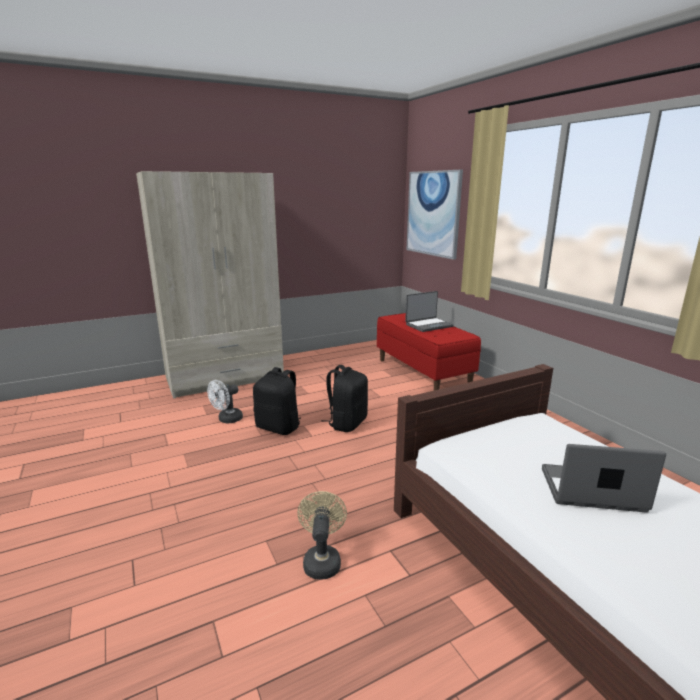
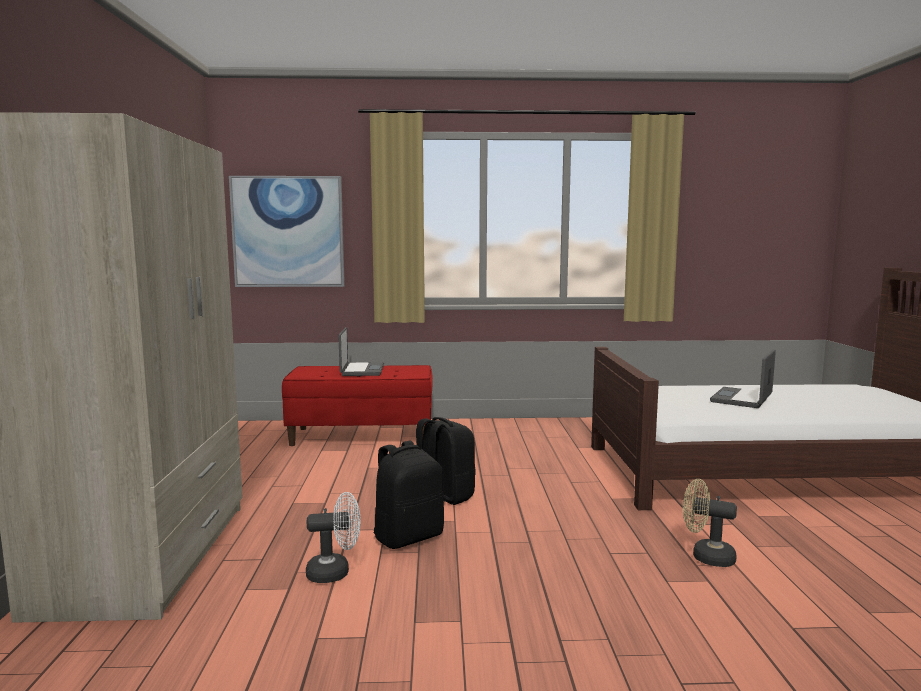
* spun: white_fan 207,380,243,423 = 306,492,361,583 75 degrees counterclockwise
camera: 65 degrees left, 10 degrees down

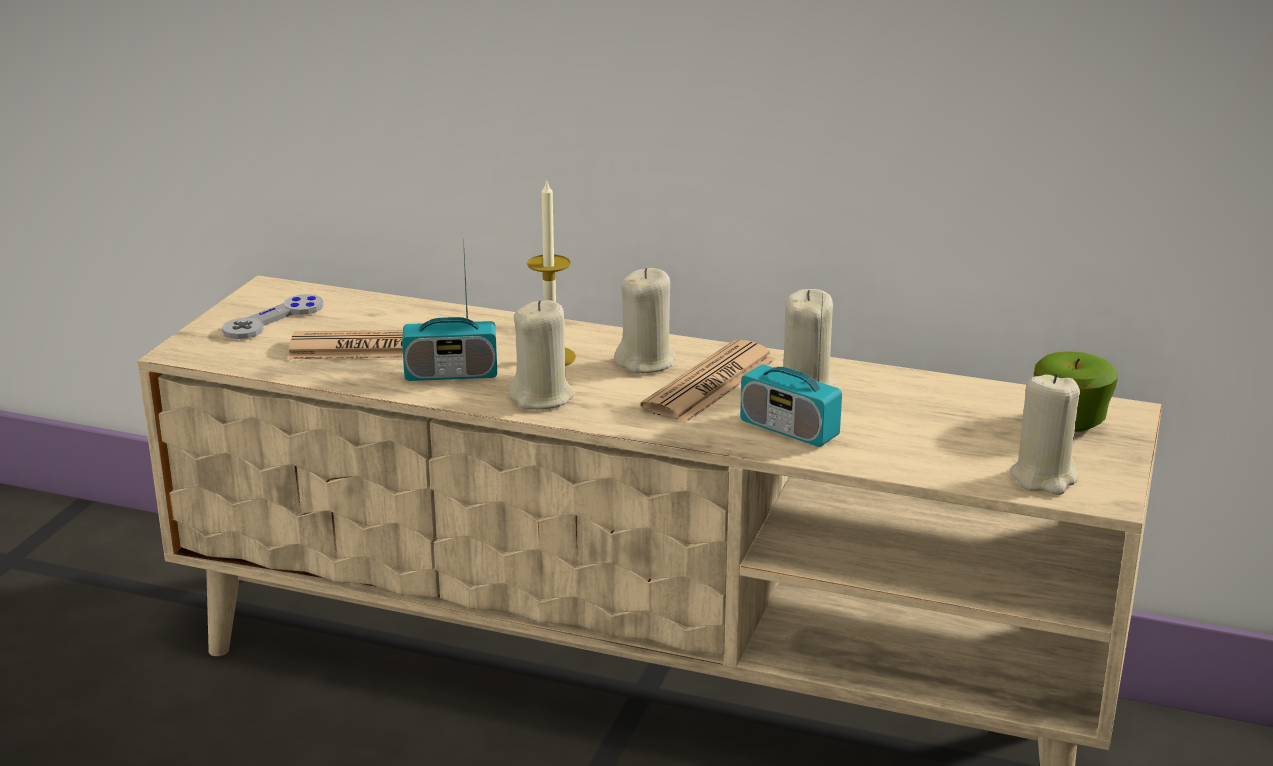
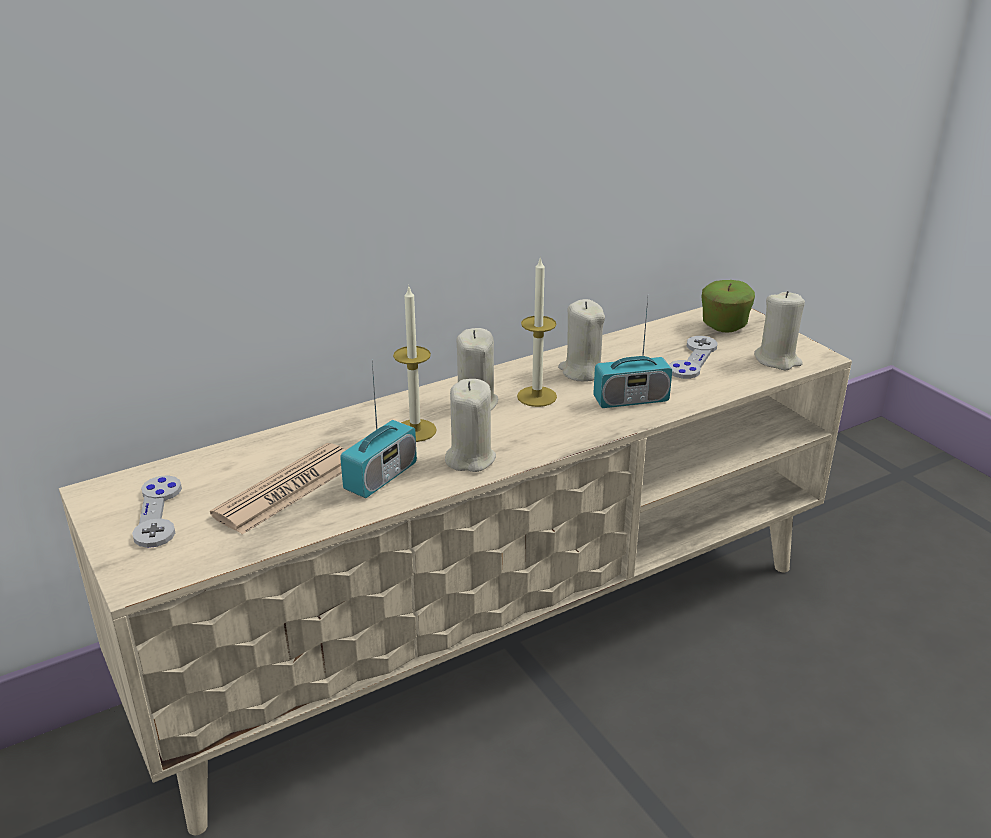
* appeared: grey_game_controller 669,336,718,379
* exchanged: newspaper 640,340,776,423 to candle 517,256,557,407
camera: 50 degrees left, 5 degrees up

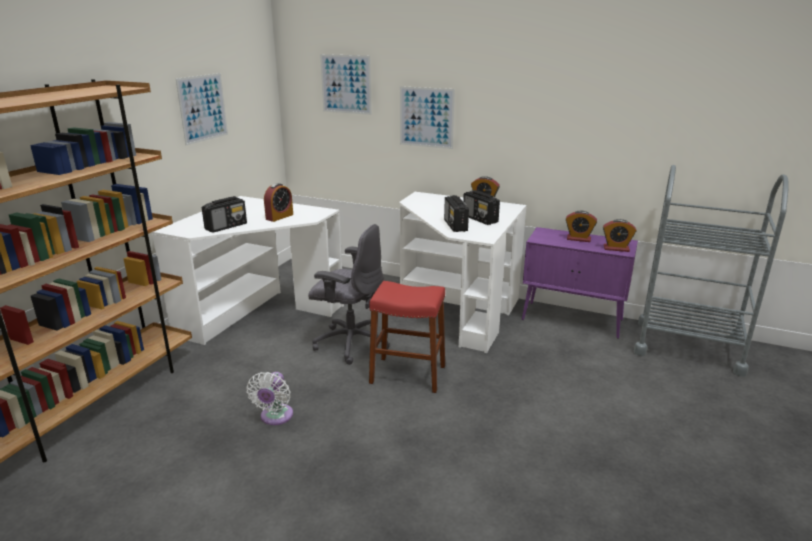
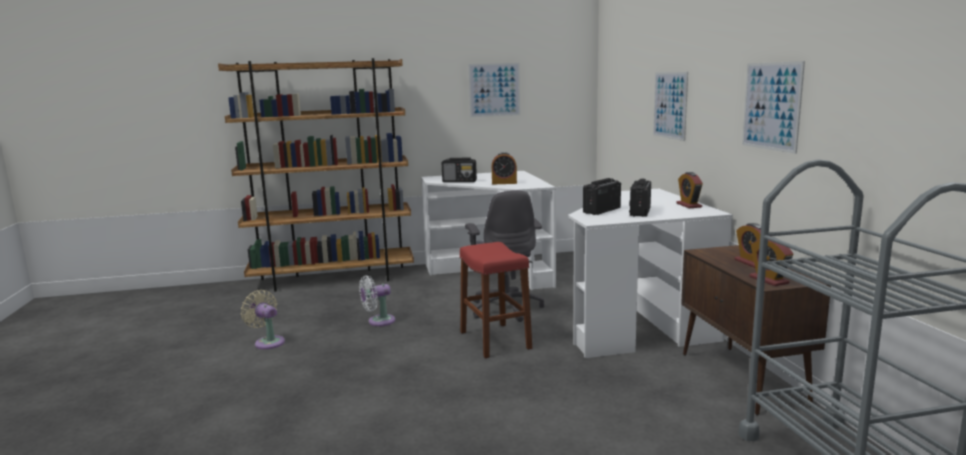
* appeared: beige_fan 241,290,285,349
* relocated: picture 320,54,372,115 to 742,61,805,154
* colour: purple_cabinet 522,227,638,339 to brown_cabinet 681,245,831,415
camera: 55 degrees right, 10 degrees down

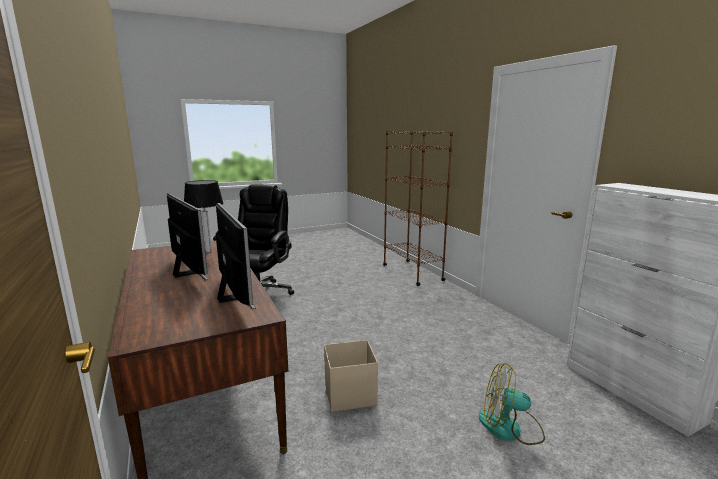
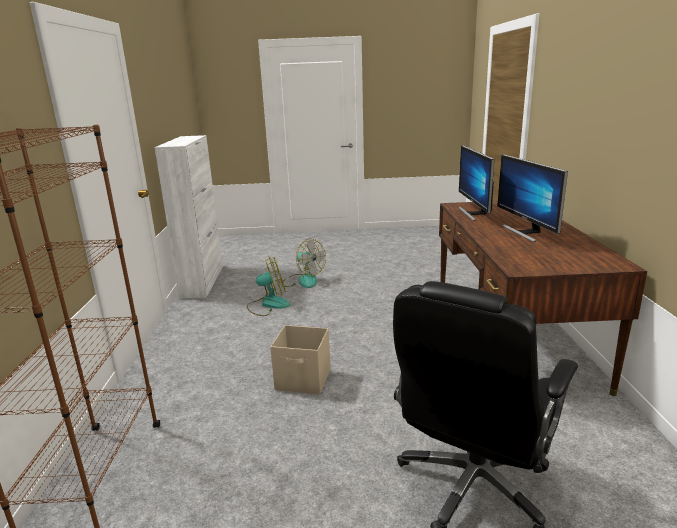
* missing: table_lamp 184,180,224,253
* appeared: fan 247,256,290,316
* relocated: beige_storage_box 324,340,378,412 to 270,325,331,395
camera: 155 degrees left, 5 degrees up

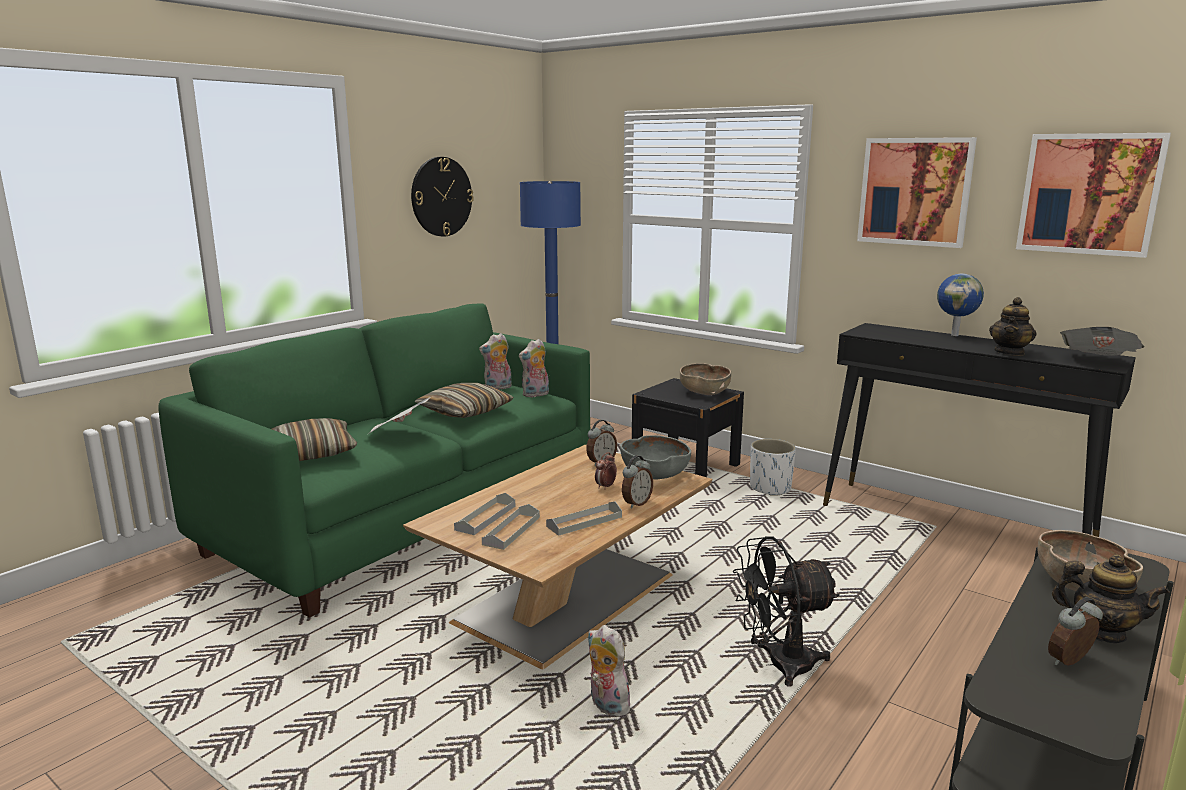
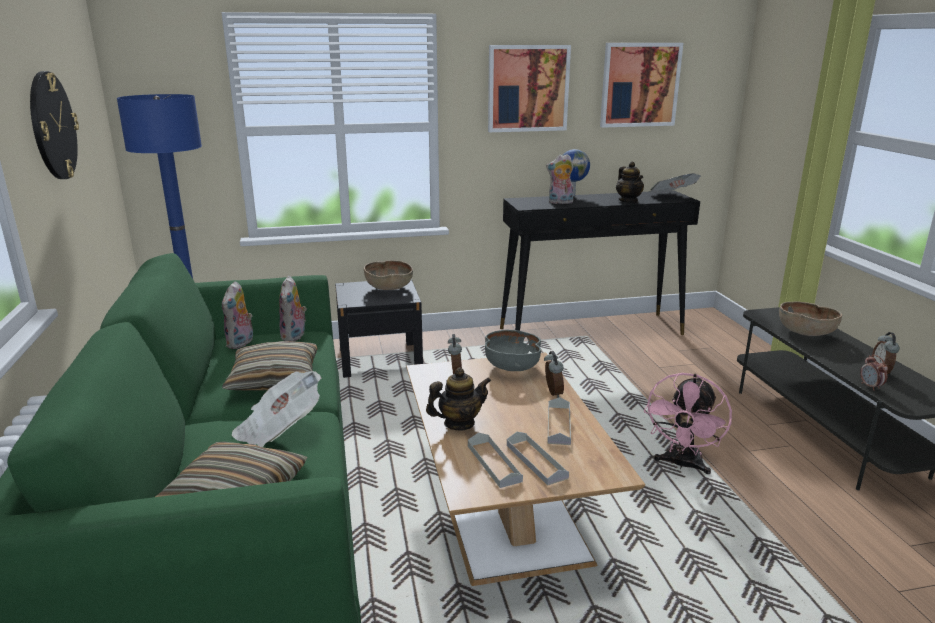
* missing: white_planter 750,439,796,496
* relocated: plush_toy 588,625,634,716 to 546,154,574,204
* relocated: alarm_clock 595,452,617,489 to 860,355,888,391
* relocated: teapot 1052,554,1170,643 to 426,367,491,431
* colour: black_fan 733,536,839,687 to pink_fan 644,373,732,474
camera: 50 degrees left, 5 degrees up

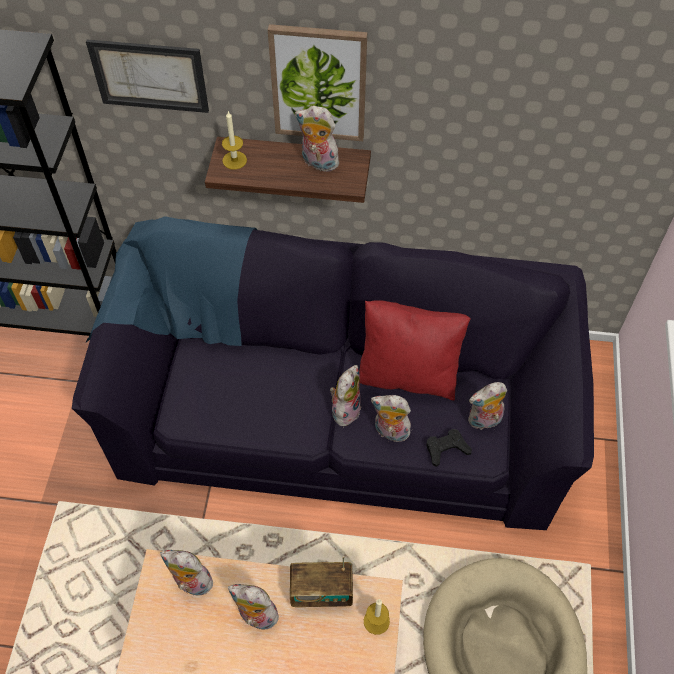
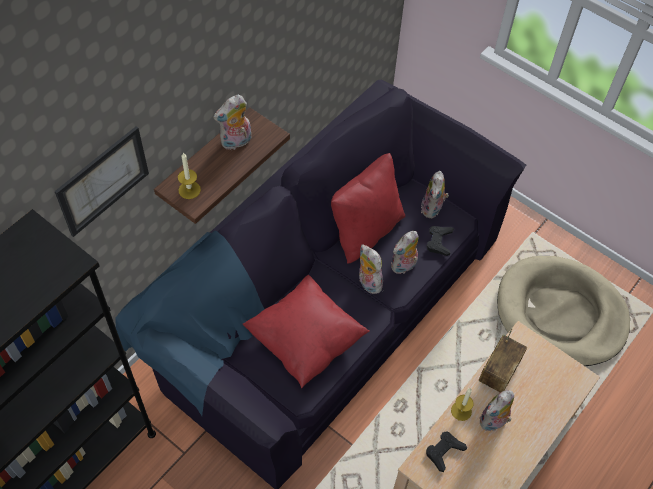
* missing: picture 268,24,367,141
* appeared: red_pillow 243,275,370,388
* relocated: candle 364,599,390,635 to 451,388,473,421
* exchanged: plush_toy 160,550,213,595 to black_game_controller 426,432,467,472
camera: 60 degrees left, 0 degrees up

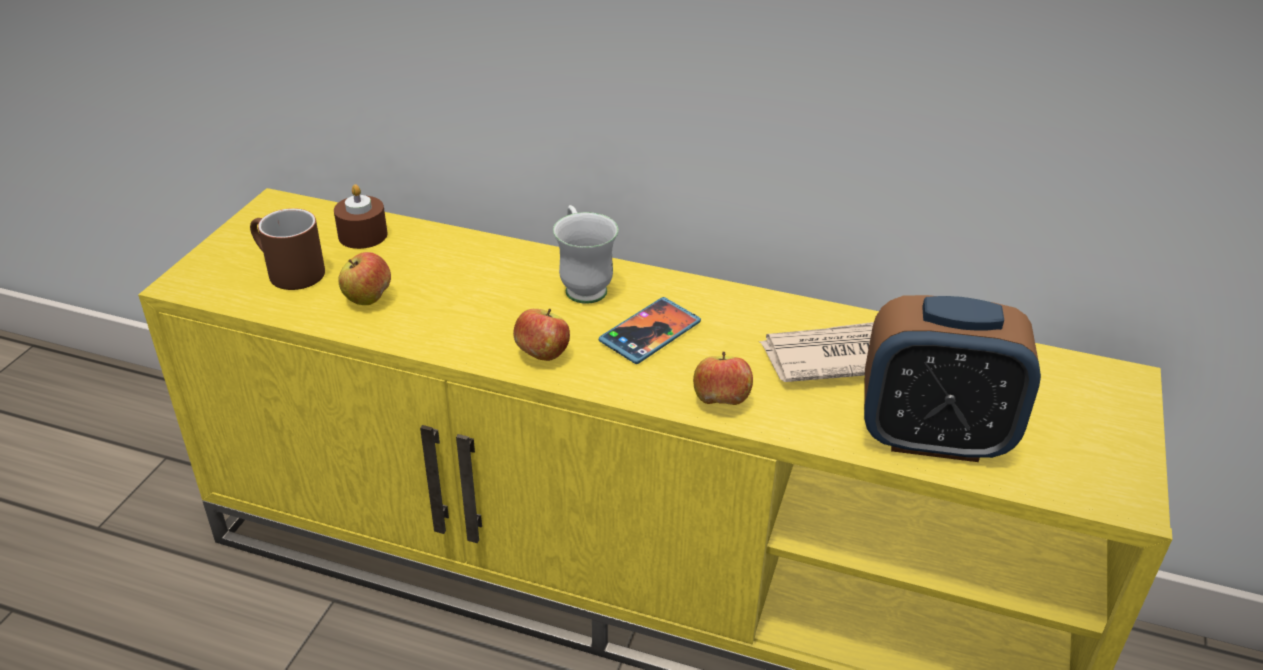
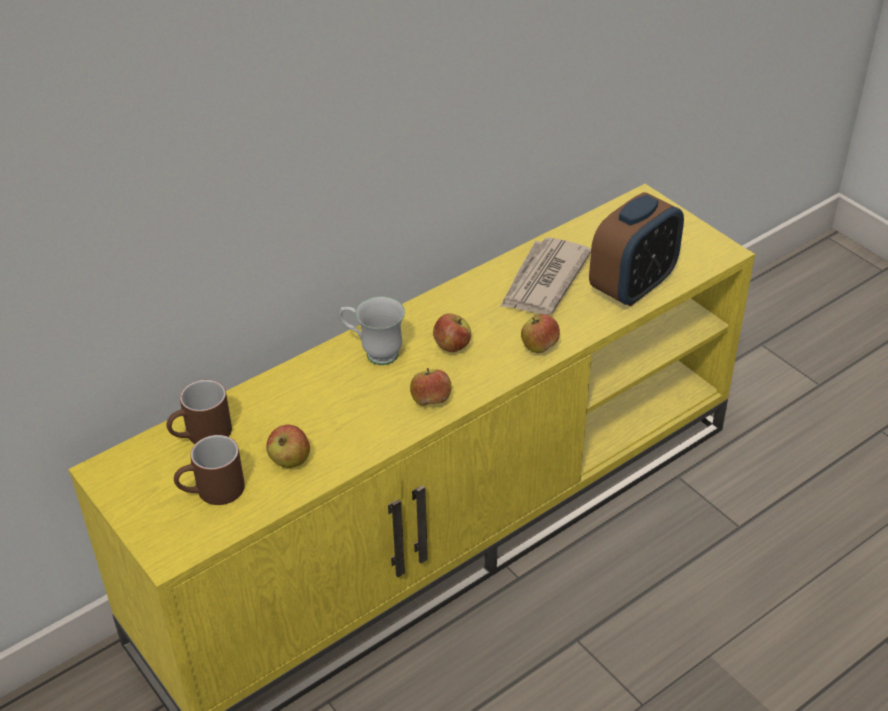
* exchanged: brown_candle 334,184,387,249 to brown_mug 166,380,232,444
* exchanged: phone 599,297,701,364 to apple 433,313,471,352
camera: 55 degrees left, 5 degrees up

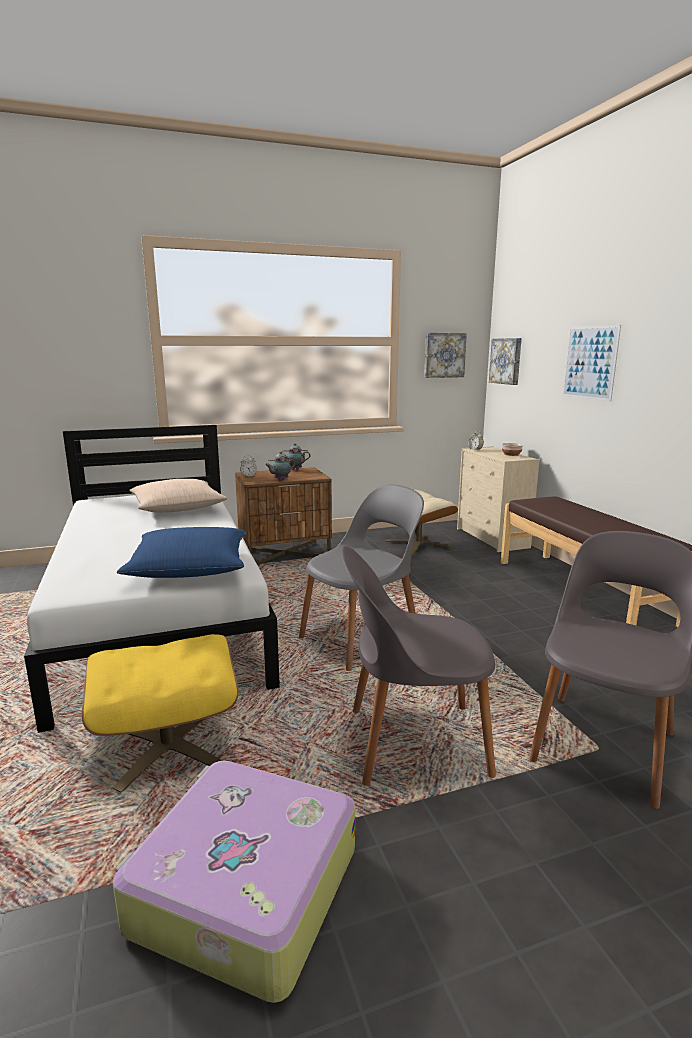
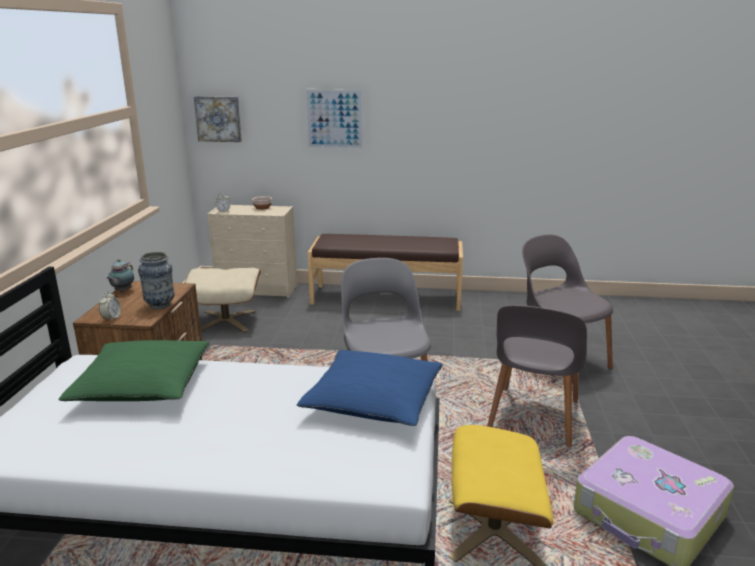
* missing: picture 424,333,467,378
* exchanged: teapot 265,451,296,480 to vase 138,252,175,309
* colour: beige_pillow 129,479,228,513 to green_pillow 59,340,209,401
camera: 65 degrees left, 5 degrees up

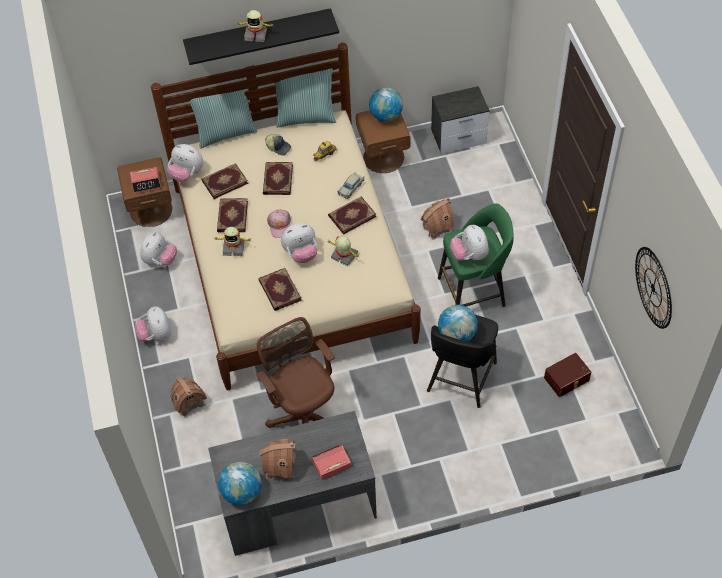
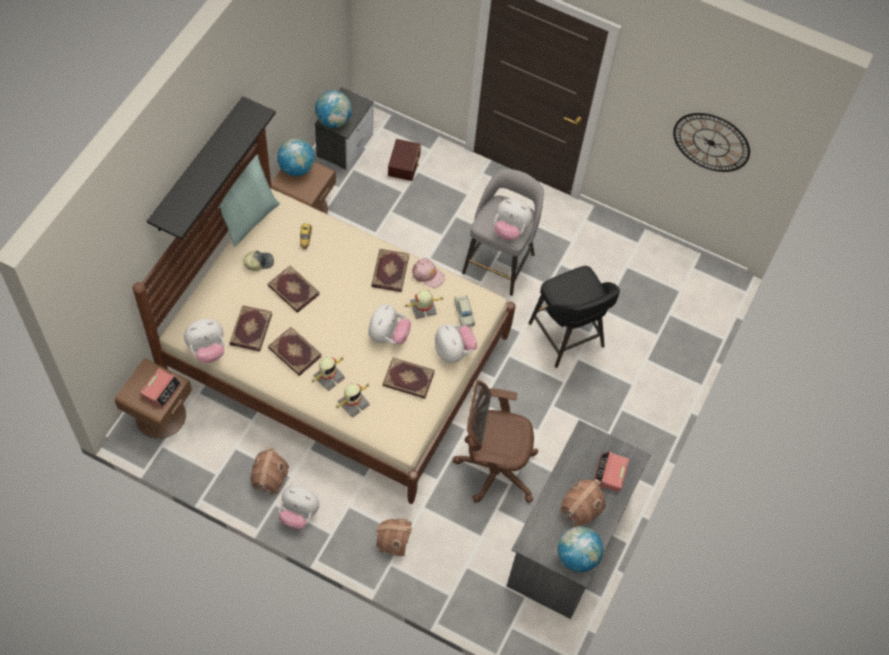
* missing: pillow 189,79,258,149
* relocated: plush_toy 140,232,177,266 to 435,324,477,363
* relocated: toy_robot 236,10,273,42 to 334,383,370,418
* relocated: pink_cap 267,209,291,238 to 412,258,445,288
* relocated: beige_toy_car 337,172,364,199 to 454,295,475,327
* relocated: toy_house 421,197,454,240 to 251,447,289,496
* relocated: globe 438,305,478,342 to 315,90,352,128
* relocated: brown_storage_box 544,353,591,397 to 388,139,421,181
* colour: green_stool 438,204,514,307 to grey_stool 462,169,544,296
camera: 55 degrees left, 5 degrees up

